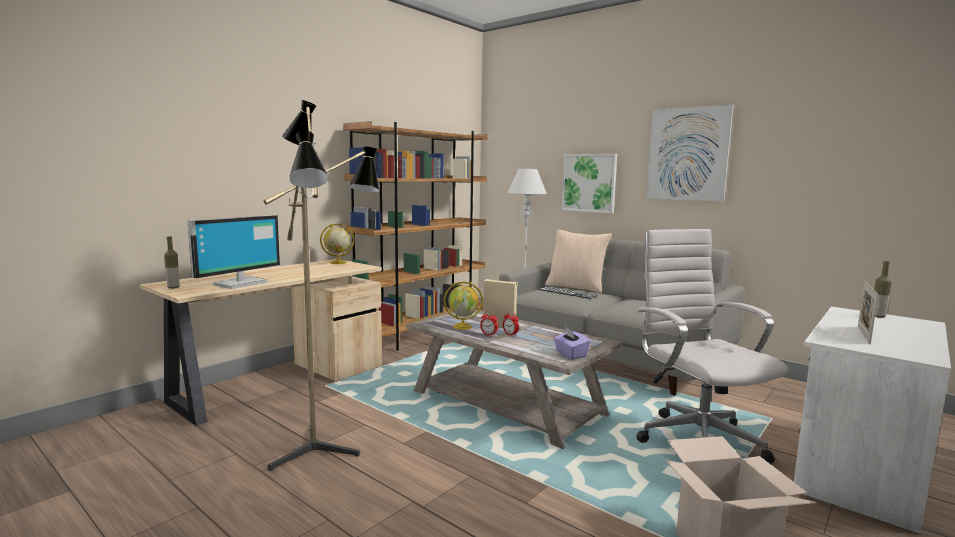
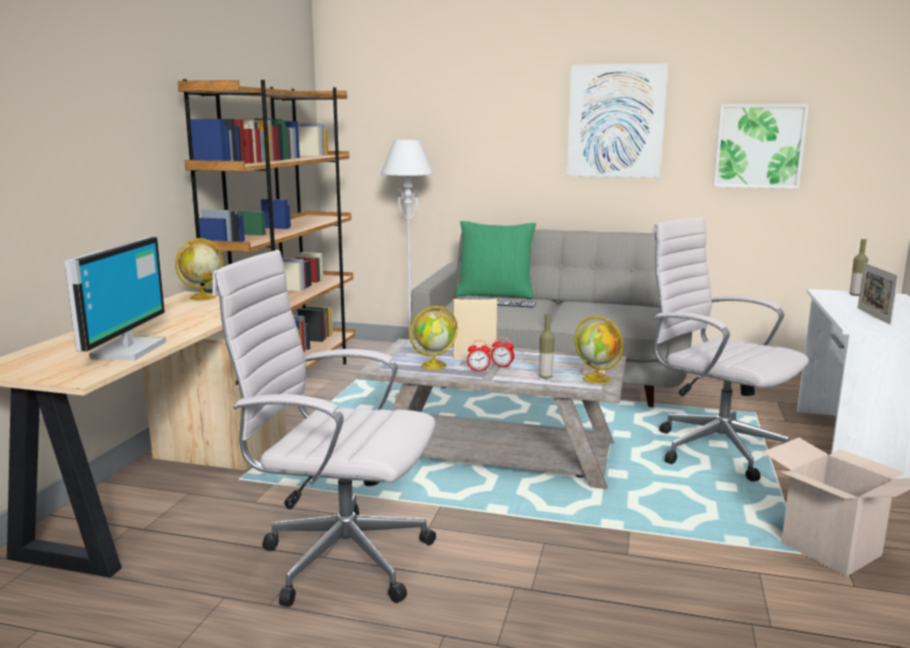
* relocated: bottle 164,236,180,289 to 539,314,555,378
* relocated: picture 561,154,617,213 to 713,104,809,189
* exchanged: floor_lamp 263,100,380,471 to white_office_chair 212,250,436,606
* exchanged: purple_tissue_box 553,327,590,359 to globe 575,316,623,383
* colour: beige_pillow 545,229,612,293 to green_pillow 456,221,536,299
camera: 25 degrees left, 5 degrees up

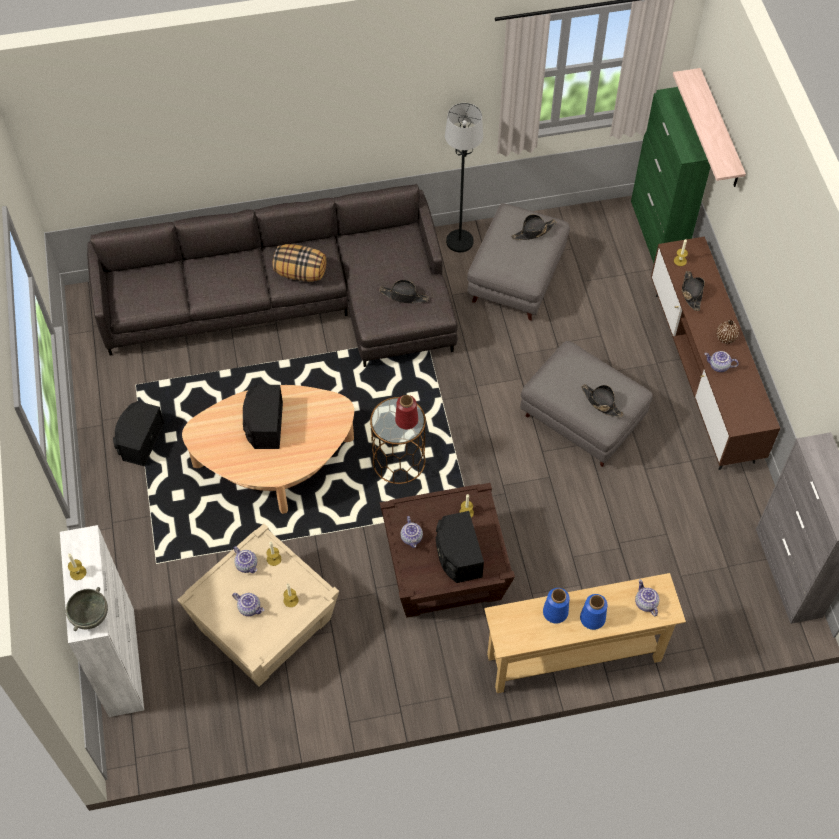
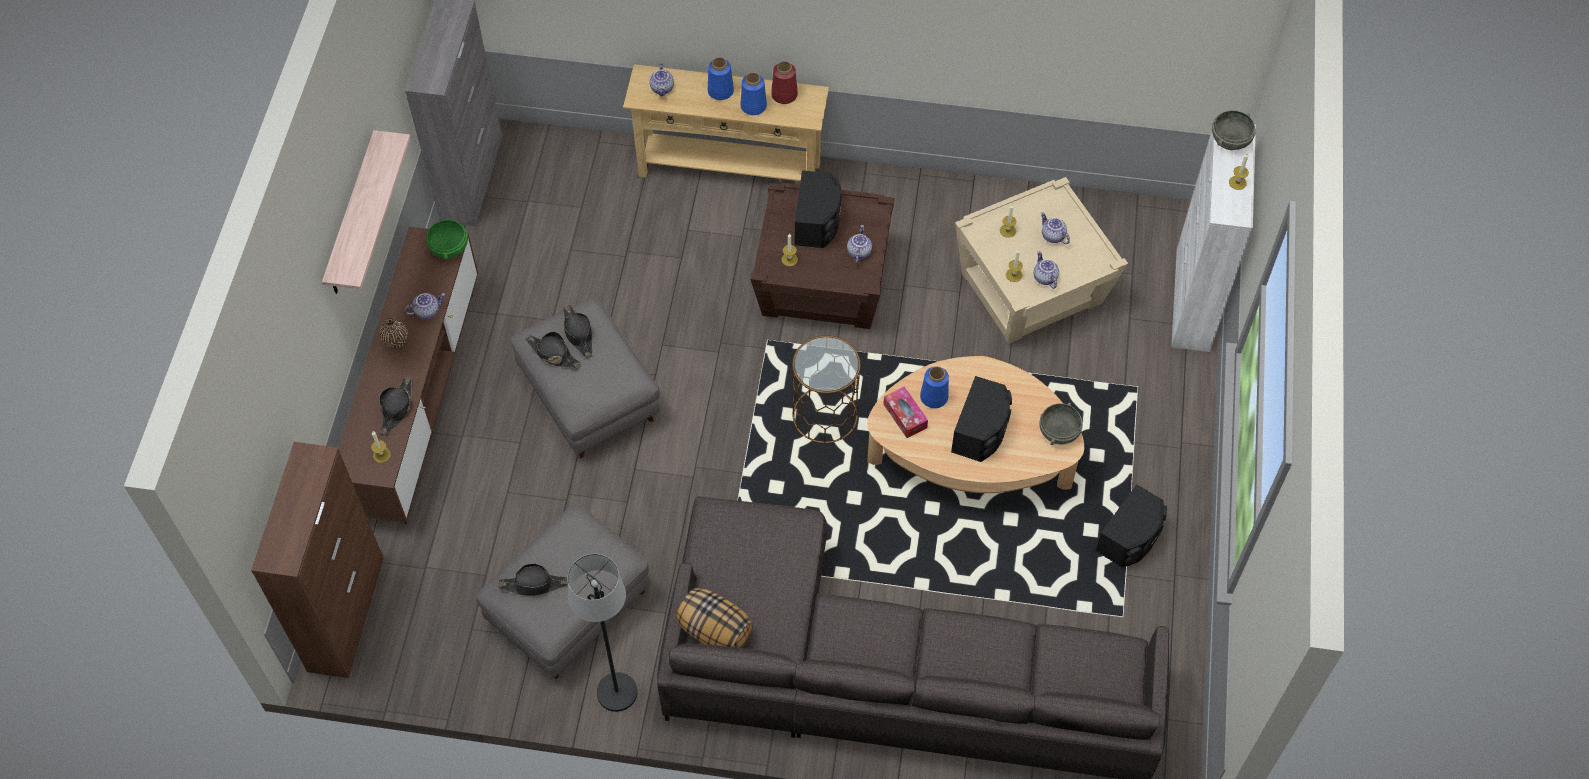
* appeared: green_bowl 426,218,468,260
* appeared: tissue_box 883,386,928,438
* appeared: blue_vase 920,366,949,408
* appeared: grey_bowl 1039,403,1083,445
* relocated: pillow 272,244,326,282 to 676,588,753,648
* relocated: black_hat 379,280,429,303 to 525,331,581,368
* relocated: red_vase 395,395,418,429 to 771,61,798,104
* relocated: shelf 673,68,746,187 to 322,130,411,294
* colour: green_cabinet 631,87,711,263 to brown_cabinet 251,442,384,678
* spun: teapot 704,351,739,372 = 404,293,445,319 60 degrees counterclockwise
camera: 160 degrees left, 0 degrees up

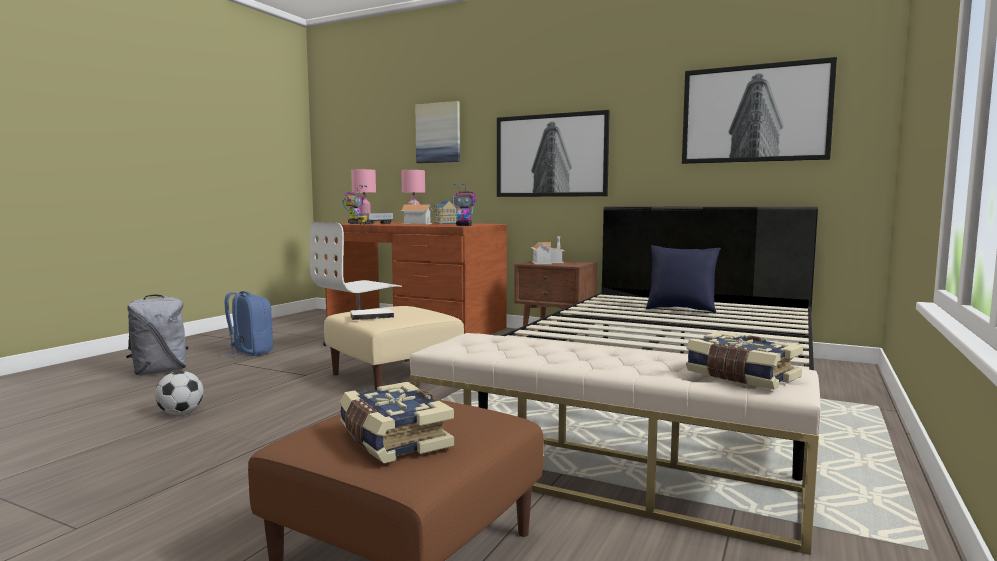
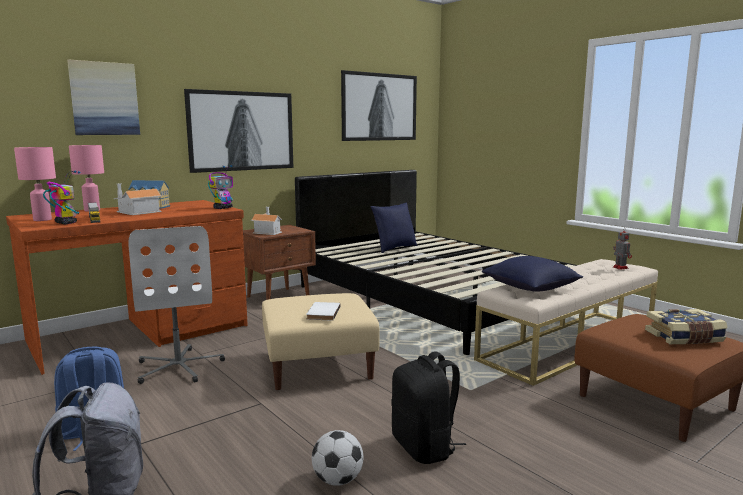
* appeared: black_backpack 391,351,466,464
* appeared: blue_pillow 482,256,583,292
* exchanged: book 686,332,803,390 to toy_robot 613,227,632,270
camera: 65 degrees left, 5 degrees up

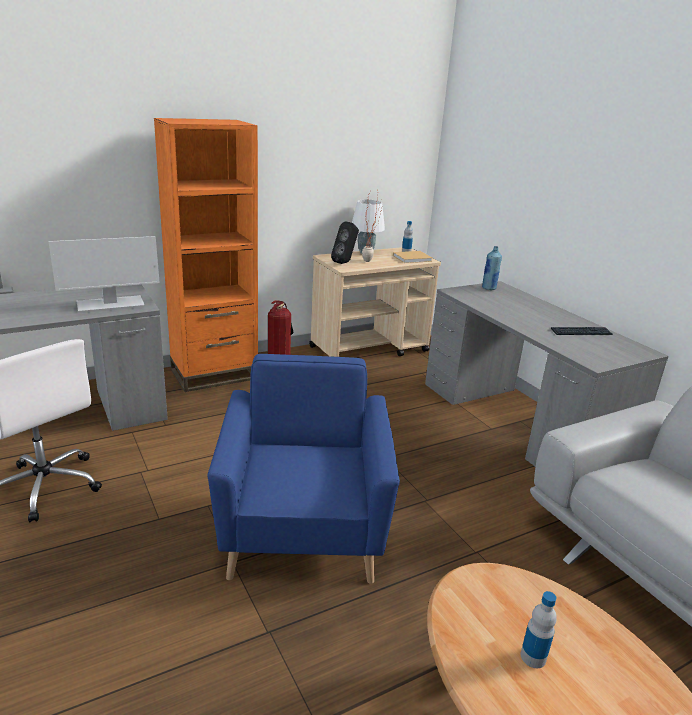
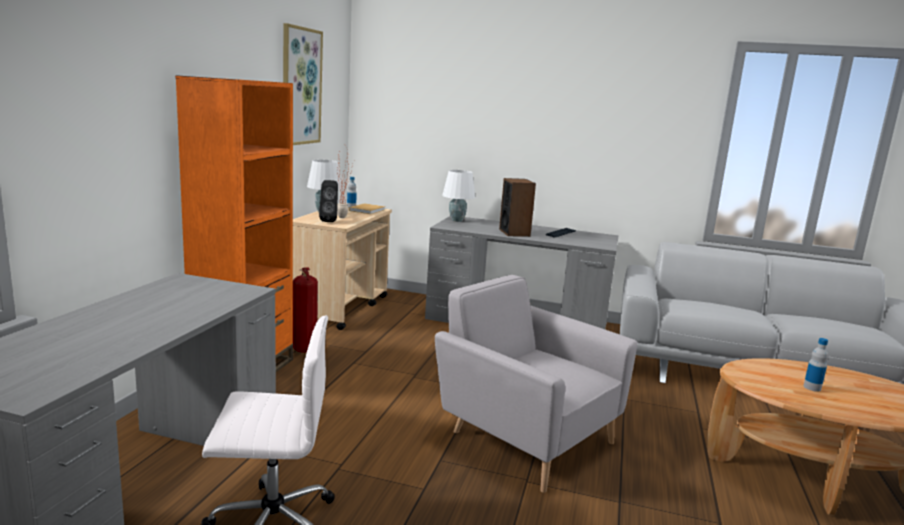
* missing: monitor 48,236,160,313
* appeared: picture 283,23,323,145
* appeared: speaker 499,178,536,237
* exchanged: blue_bottle 482,246,502,290 to white_table_lamp 442,170,475,222
* colour: blue_armchair 207,354,400,584 to grey_armchair 435,275,638,493
camera: 45 degrees left, 10 degrees down

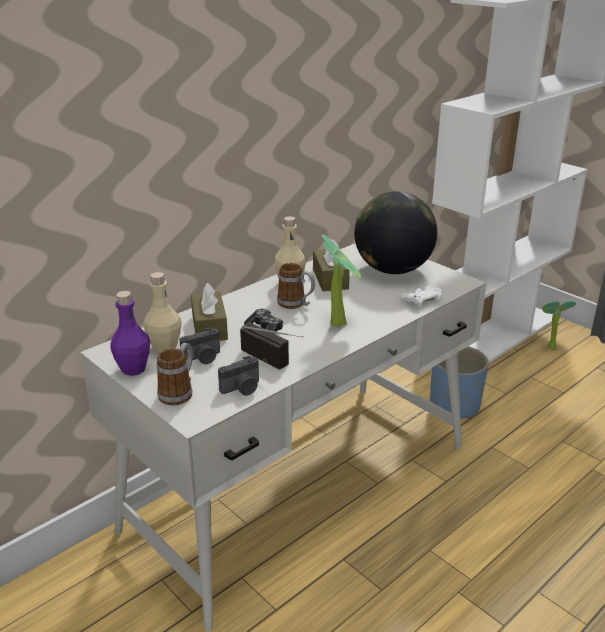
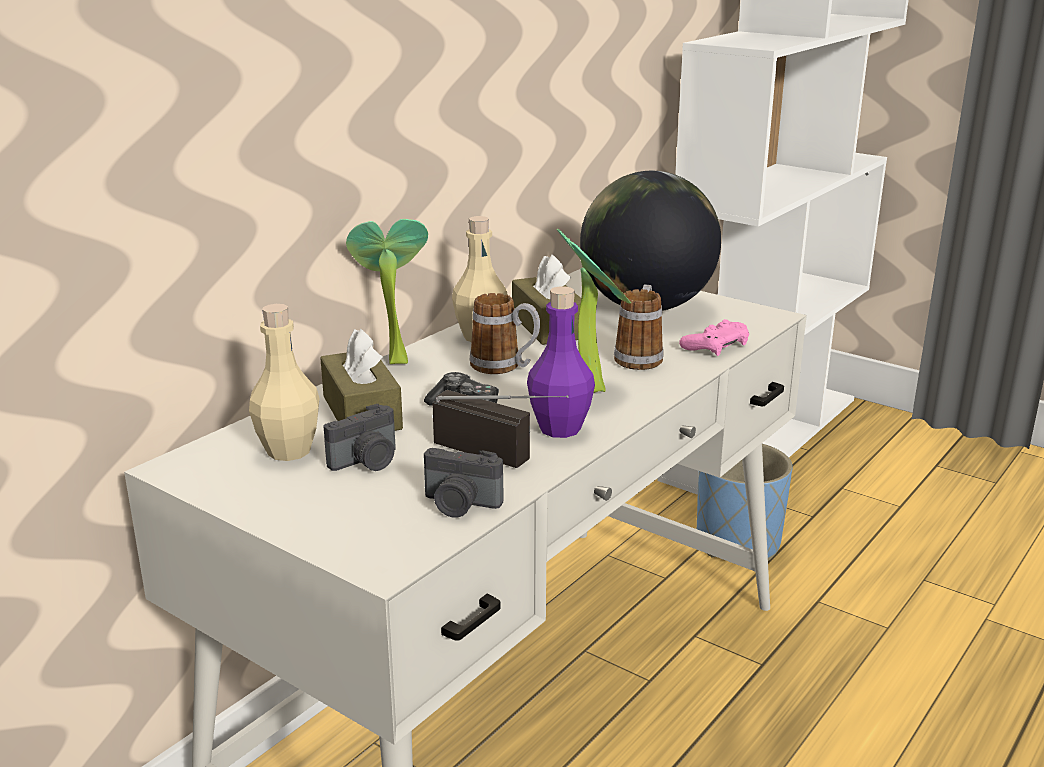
* relocated: purple_bottle 110,291,150,376 to 527,286,595,438
* relocated: mug 157,343,193,405 to 614,284,664,370
* relocated: potted_plant 542,301,576,350 to 346,219,428,364
* colour: white_game_controller 400,285,442,307 to pink_game_controller 679,319,749,356
* spun: photo_camera 218,356,259,396 = 424,448,503,518 60 degrees clockwise
camera: 10 degrees left, 5 degrees down

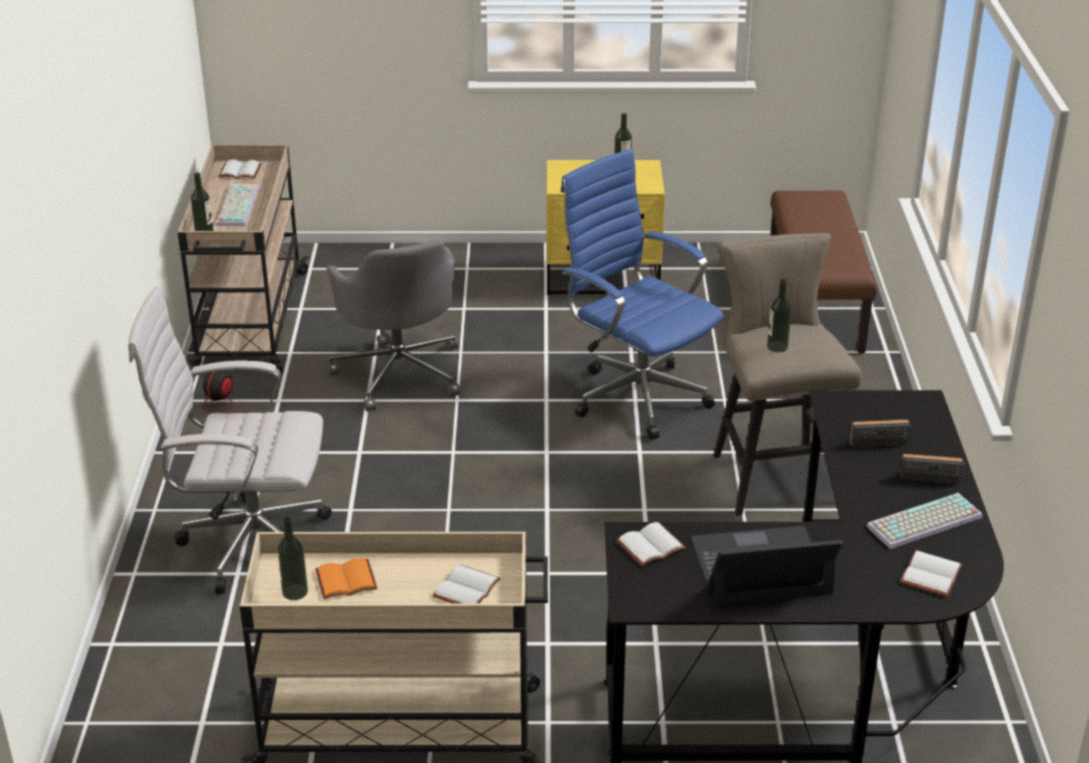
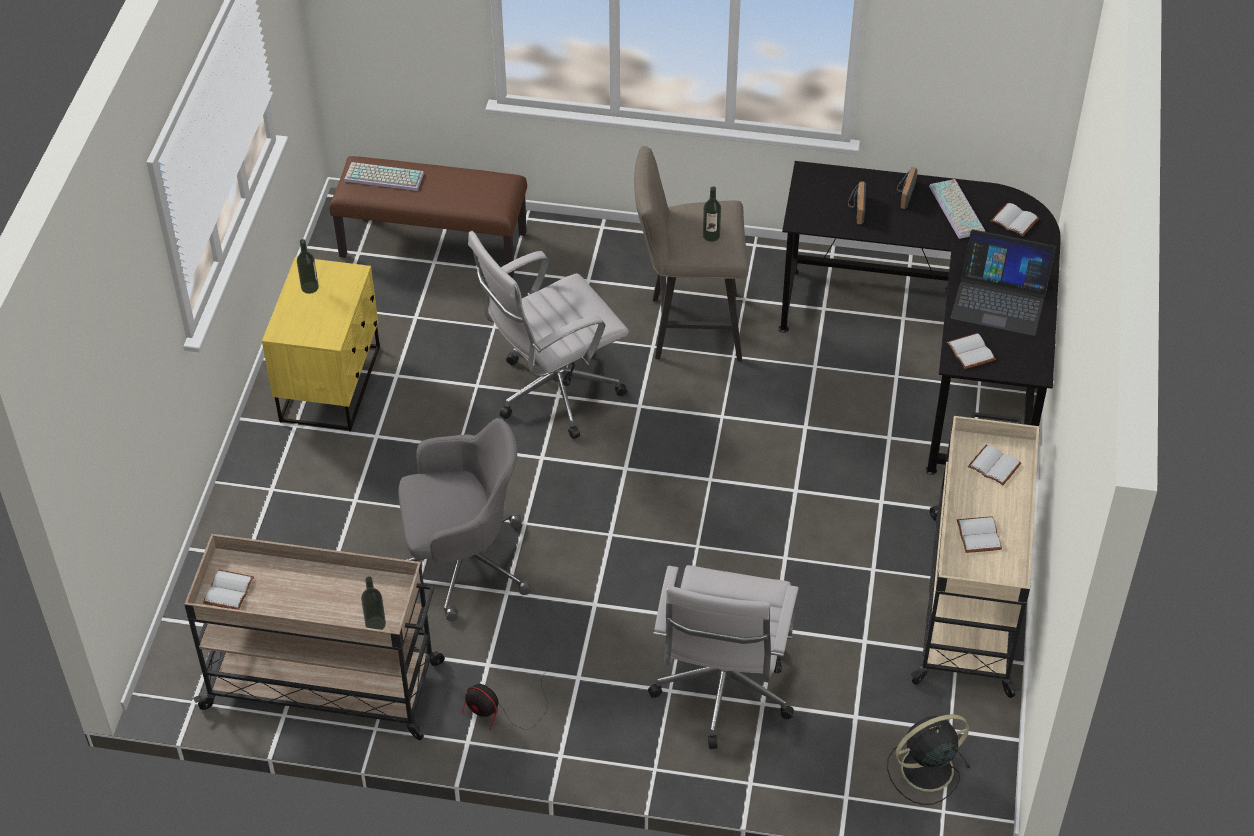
* missing: bottle 277,516,308,600
* appeared: black_fan 887,714,970,805
* relocated: keyboard 216,184,259,226 to 344,162,424,191
* colour: orange_book 315,558,377,599 to white_book 957,516,1002,553
* colour: blue_office_chair 561,149,724,440 to white_office_chair 468,231,629,439
* spun: laptop 691,526,842,605 = 950,229,1056,336 75 degrees counterclockwise
camera: 80 degrees left, 15 degrees up

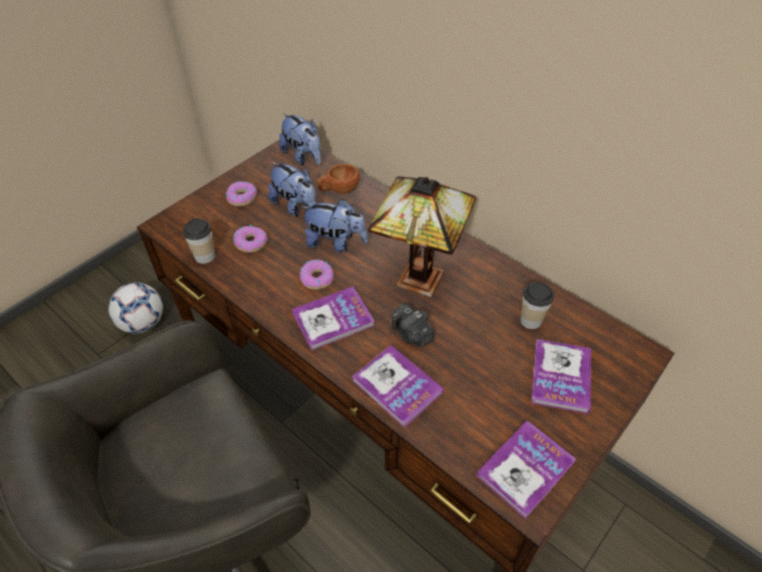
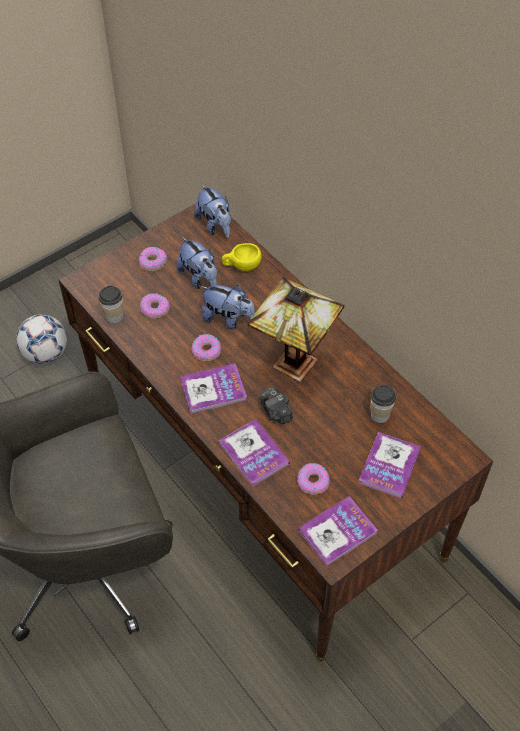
* appeared: donut 297,463,330,495
* colour: brown_cup 317,164,360,194 to yellow_cup 222,243,262,271
camera: 10 degrees right, 5 degrees up

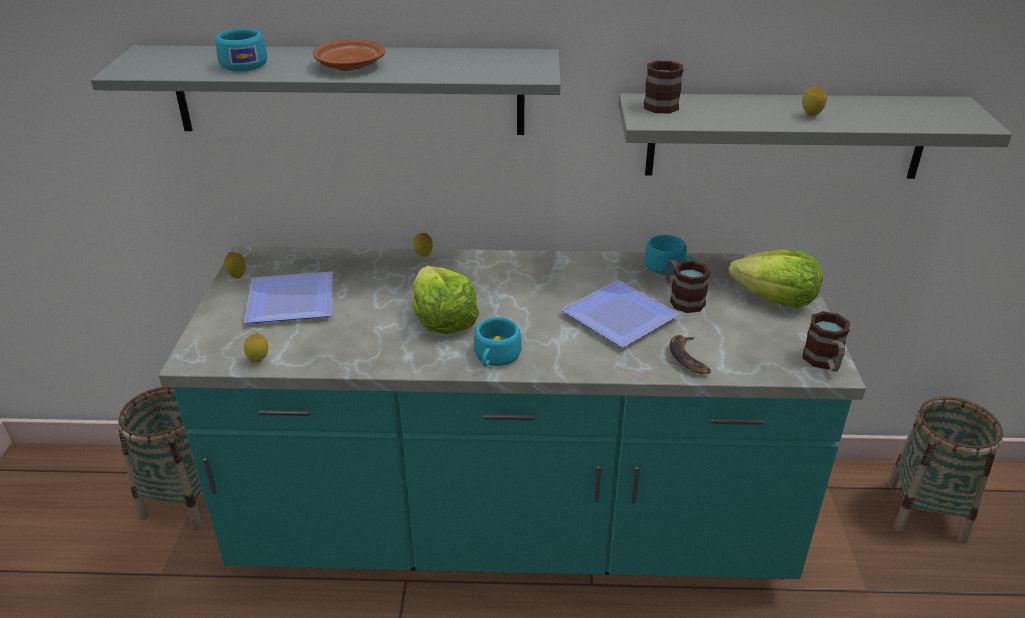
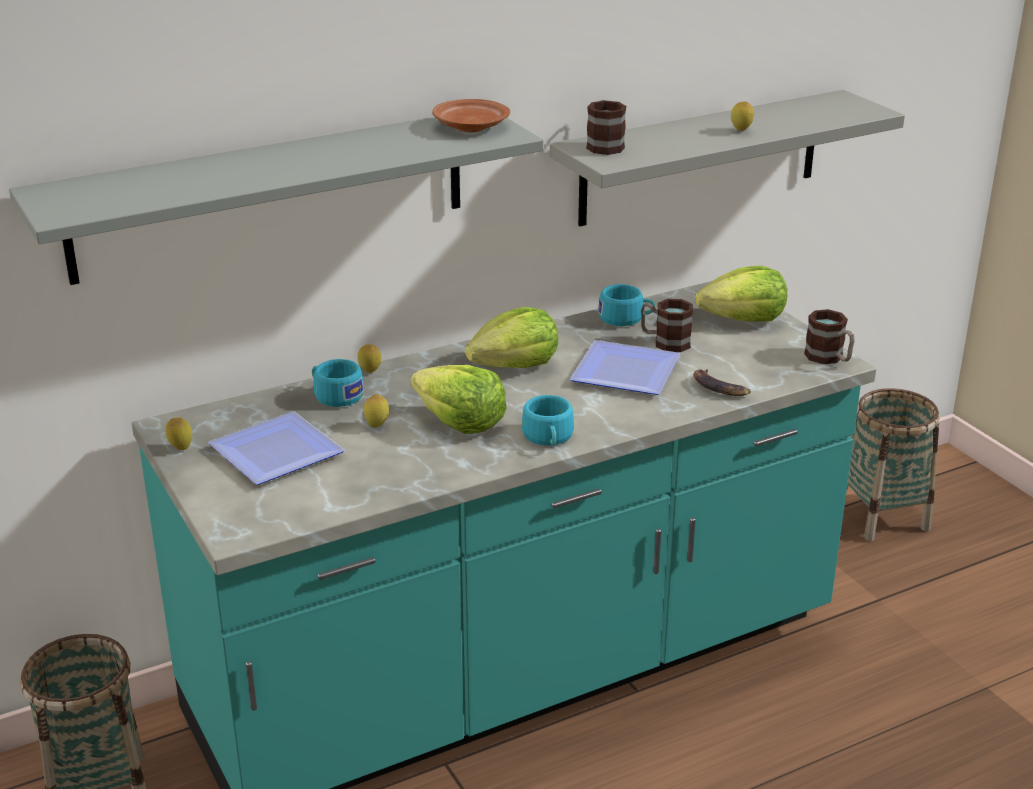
* appeared: lettuce 465,307,558,368
* relocated: turquoise_cup 216,28,267,72 to 312,359,364,407
* relocated: lemon 244,333,268,363 to 364,394,389,428
* relocated: brown_plate 313,39,385,71 to 432,99,510,132
camera: 30 degrees left, 5 degrees down

